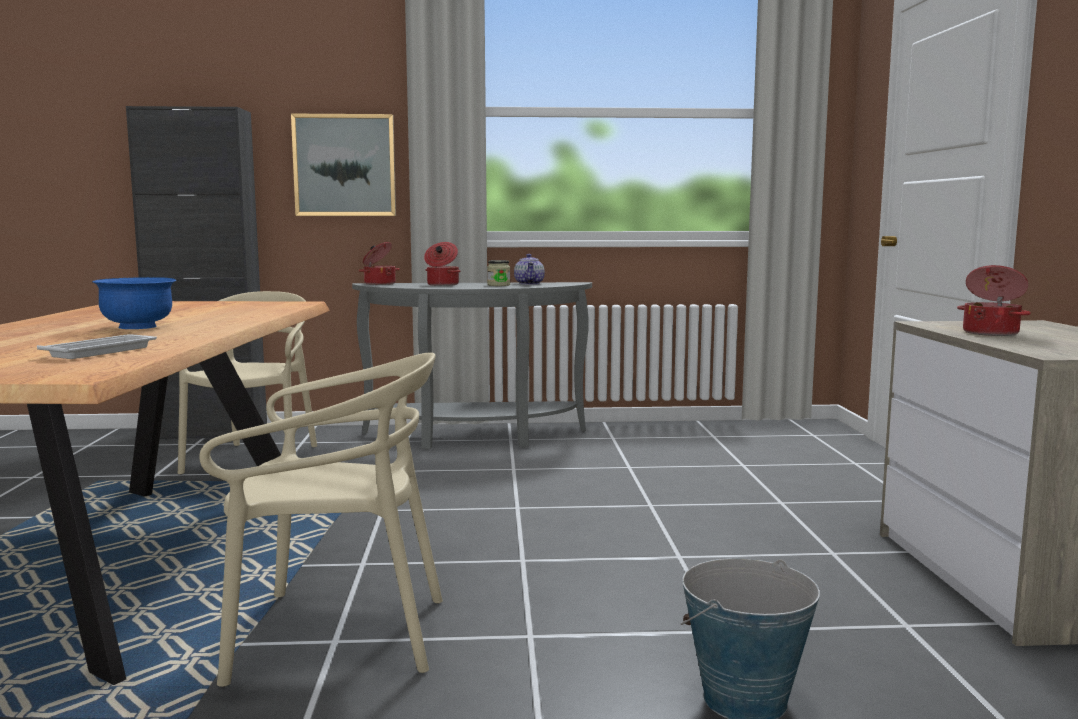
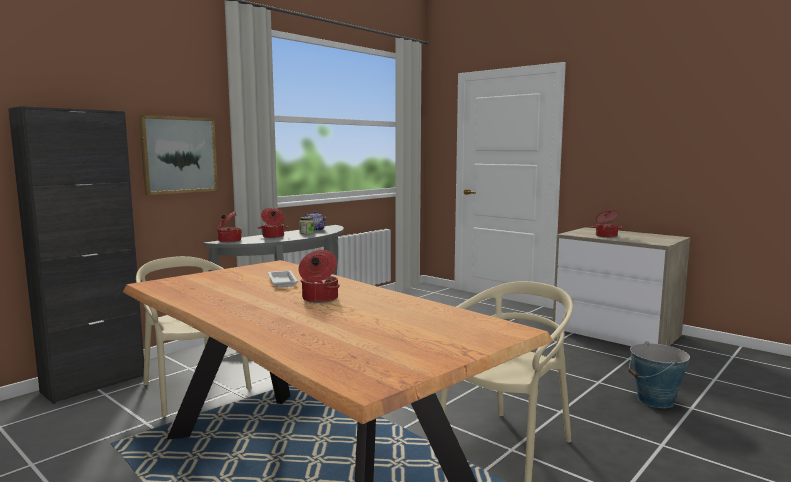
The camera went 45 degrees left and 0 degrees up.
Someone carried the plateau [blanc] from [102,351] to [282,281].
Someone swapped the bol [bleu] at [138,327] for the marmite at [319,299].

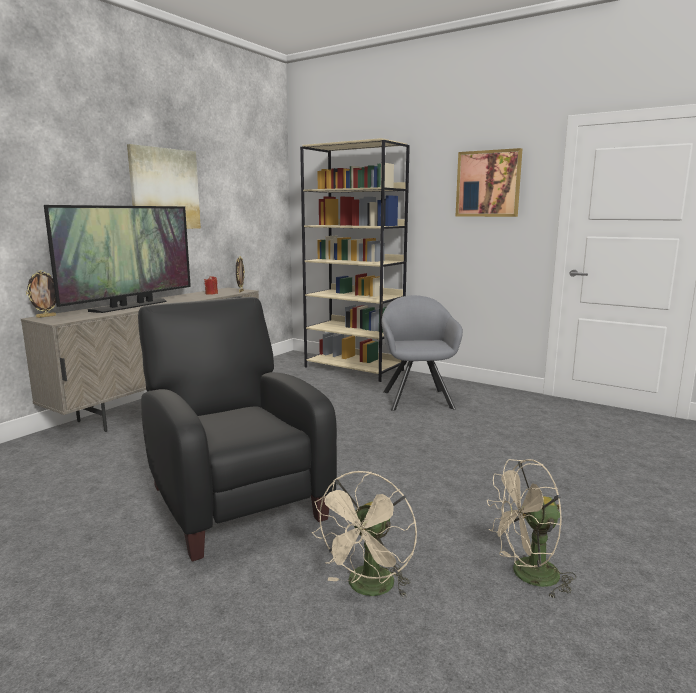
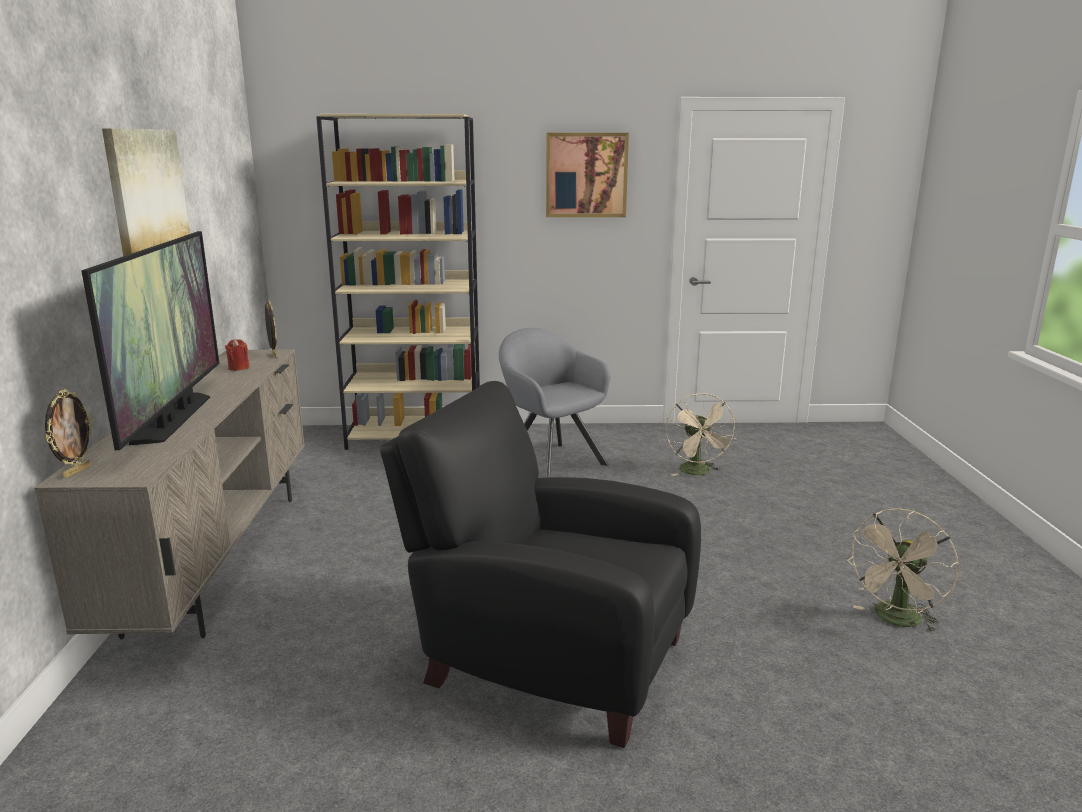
The camera went 35 degrees left and 5 degrees up.
Someone carried the ventilateur [beige] from [368,589] to [698,472].

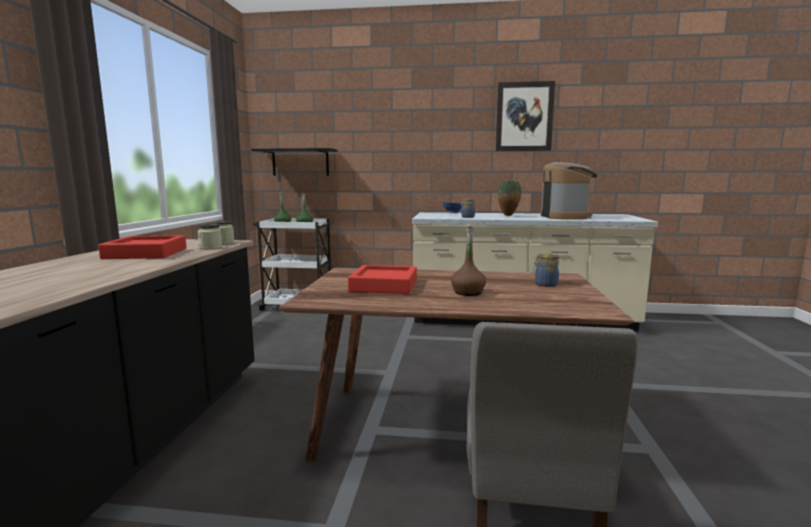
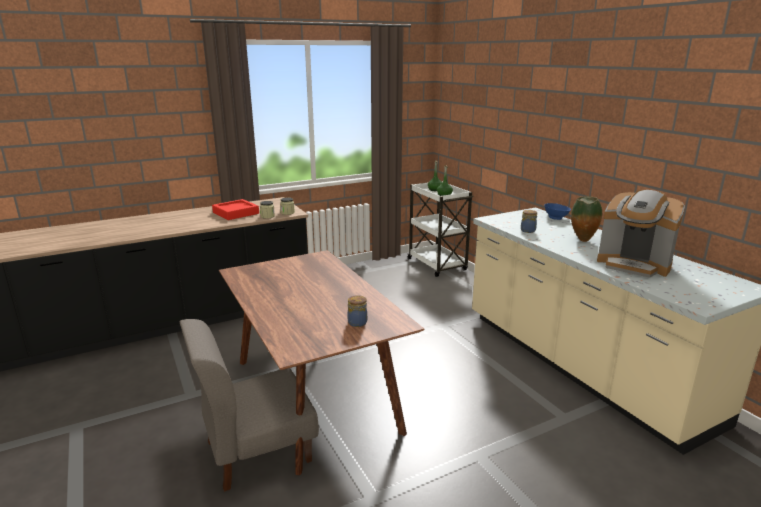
The camera went 55 degrees right and 10 degrees up.
Someone took away the étagère [noir] at [300,162].
Someone took away the plateau [rouge] at [384,285].
Someone took away the bouteille [marron] at [468,292].
Someone took away the tableau at [524,117].
Someone rotated the machine à café at [565,217] by 75 degrees clockwise.

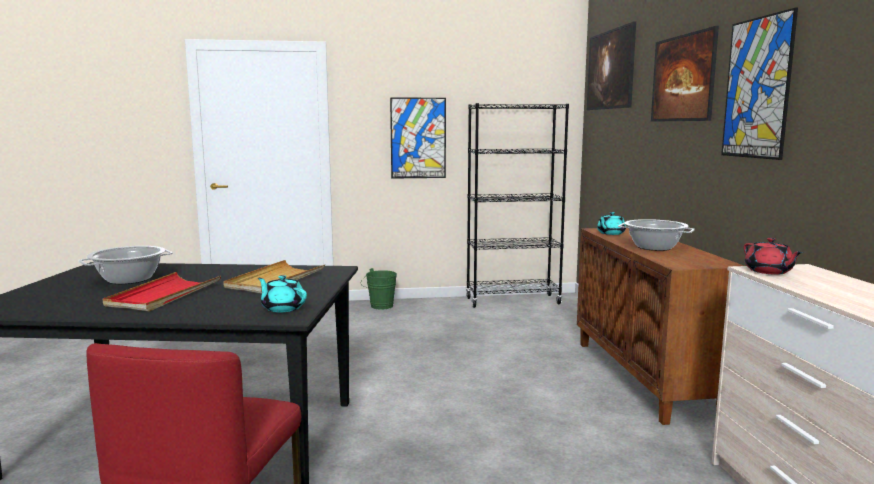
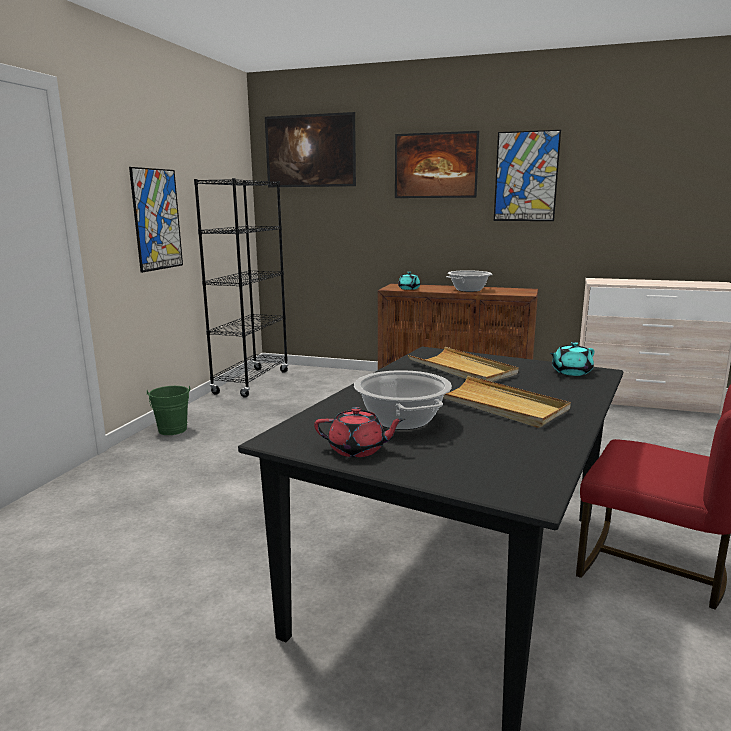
The camera went 65 degrees left and 5 degrees up.
Someone repainted the plateau [rouge] at [164,295], which became the plateau [beige] at [499,405].
Someone carried the théière [rouge] from [768,271] to [358,450].

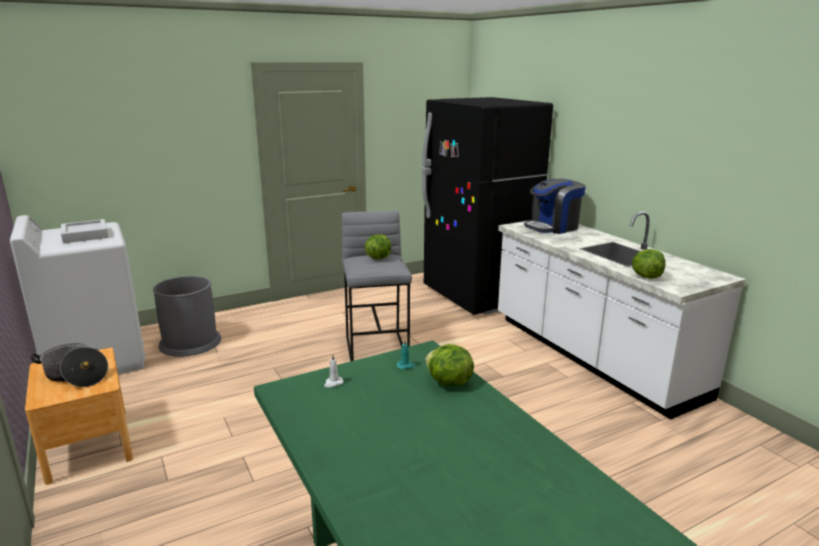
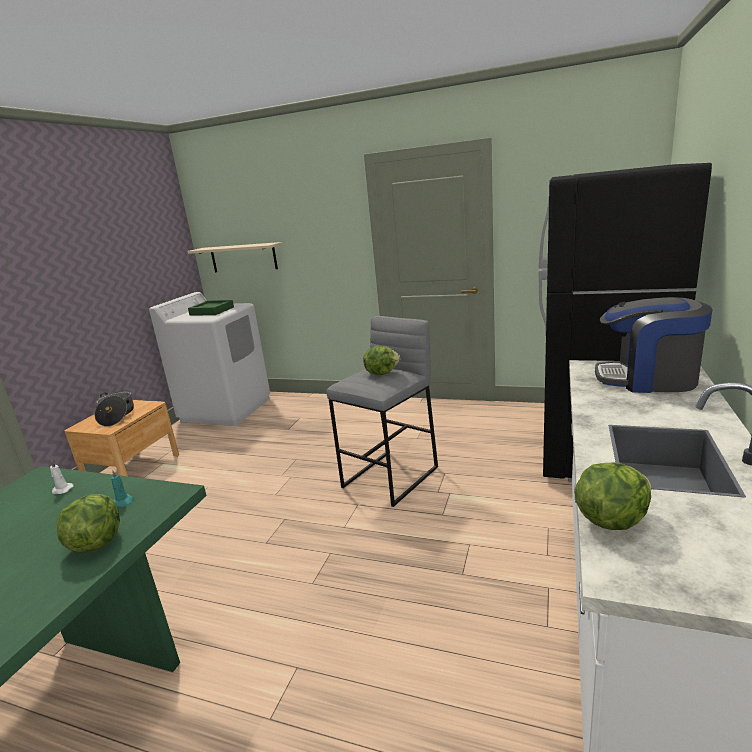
The camera went 50 degrees right and 0 degrees up.
Someone repainted the plateau [gris] at [85,235], which became the plateau [vert] at [212,311].
Someone took away the poubelle [gris] at [190,342].
Someone put up the étagère [beige] at [243,257].

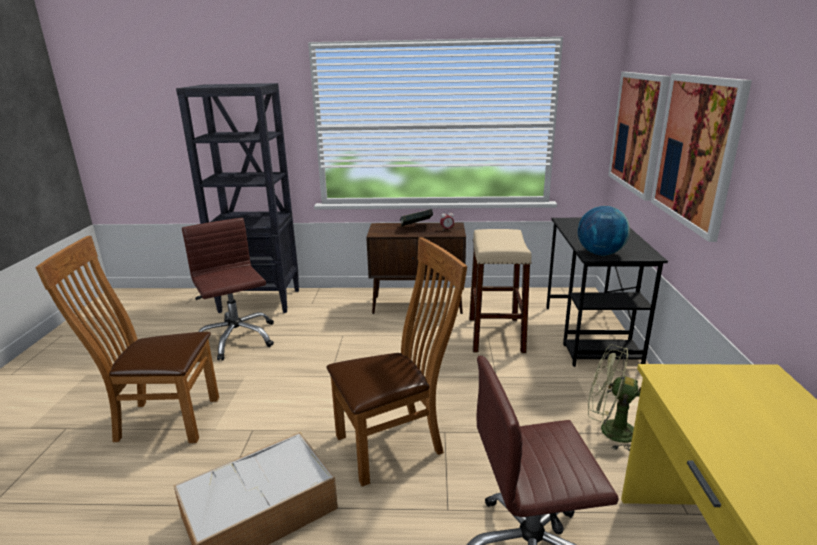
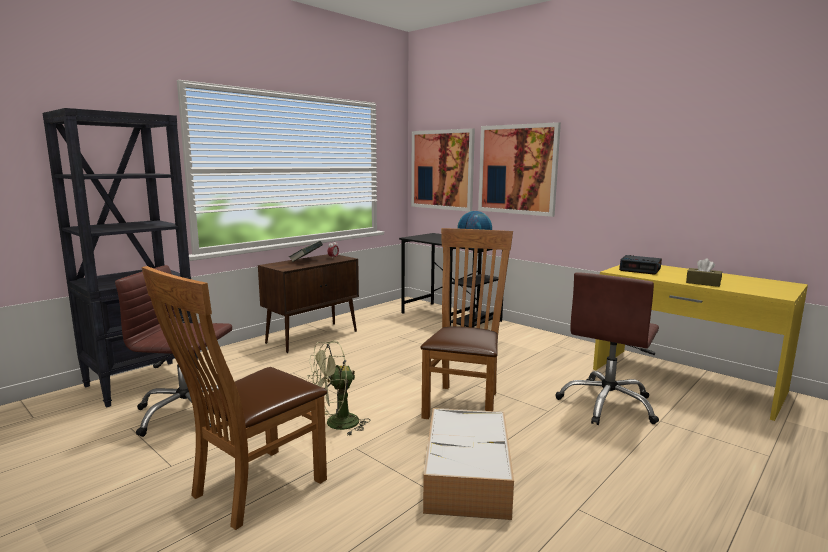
The camera went 50 degrees left and 10 degrees down.
Someone took away the tabouret [beige] at [496,335].
Someone carried the ventilateur [vert] from [609,431] to [336,425].
Someone put down the réveil at [640,269].
Someone put down the boîte à mouchoirs [marron] at [703,283].

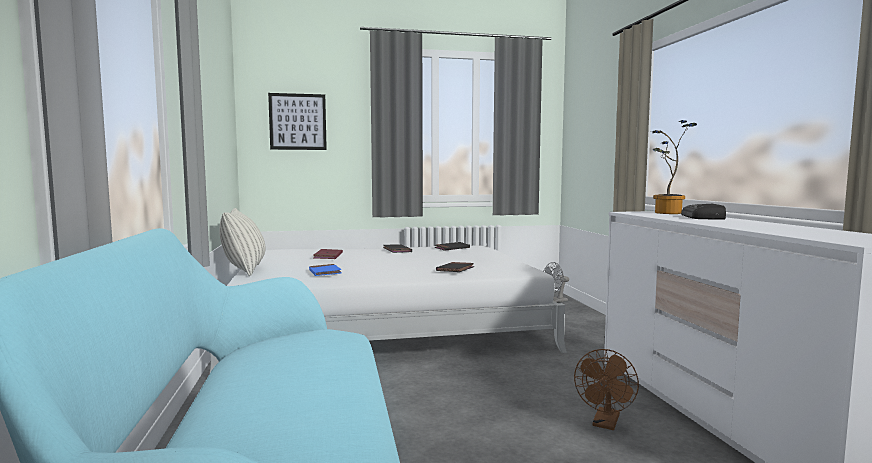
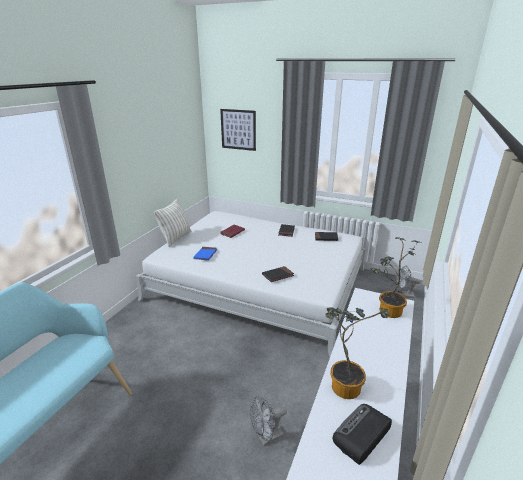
The camera went 35 degrees right and 20 degrees up.
Someone repainted the ventilateur [marron] at [605,424], which became the ventilateur [gris] at [267,437].
Someone carried the radio from [703,217] to [361,435].
Someone put down the plante en pot at [343,384].

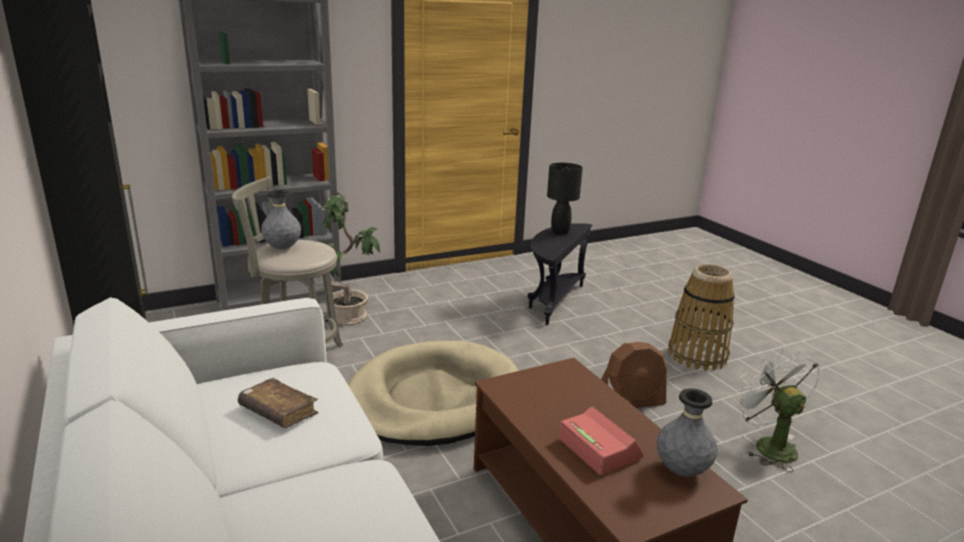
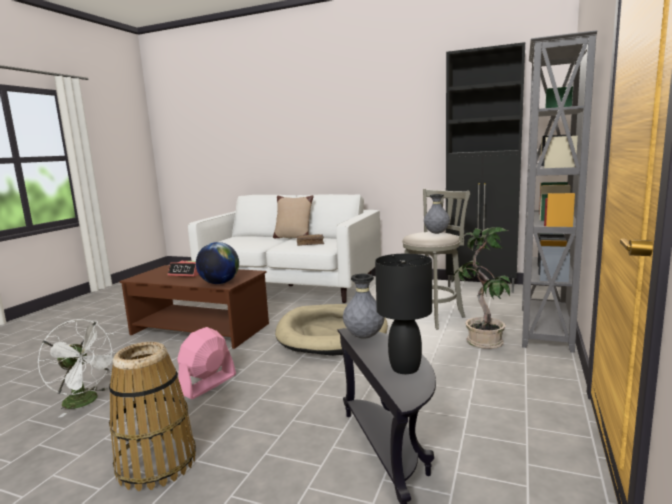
The camera went 140 degrees right and 10 degrees down.
Someone repainted the ventilateur [marron] at [630,402], which became the ventilateur [rose] at [207,384].
Someone carried the vase [gris] from [681,470] to [364,337].
Someone put down the globe at [219,283].
Someone put down the coussin [beige] at [293,238].

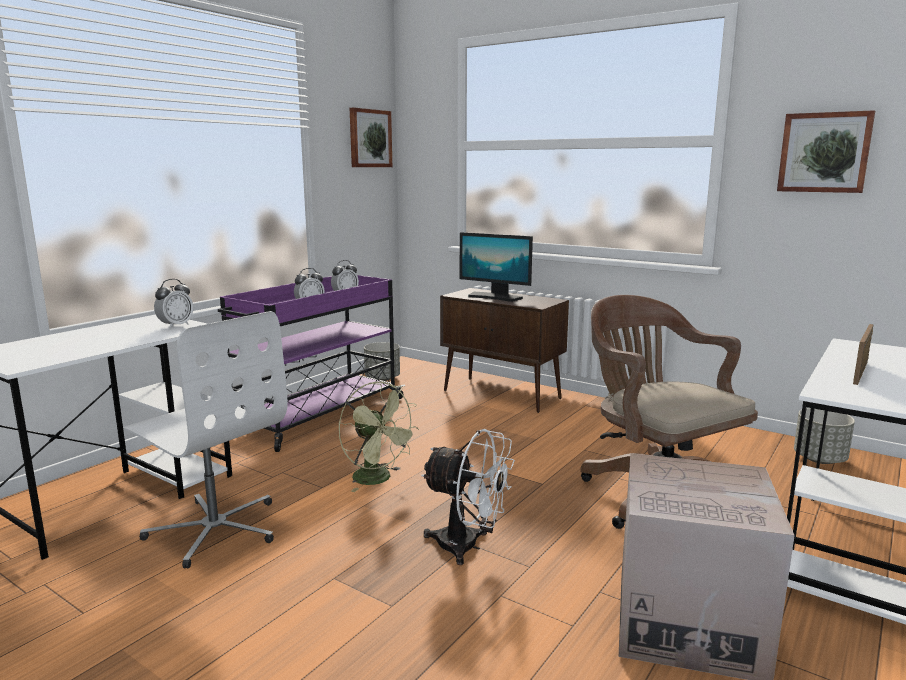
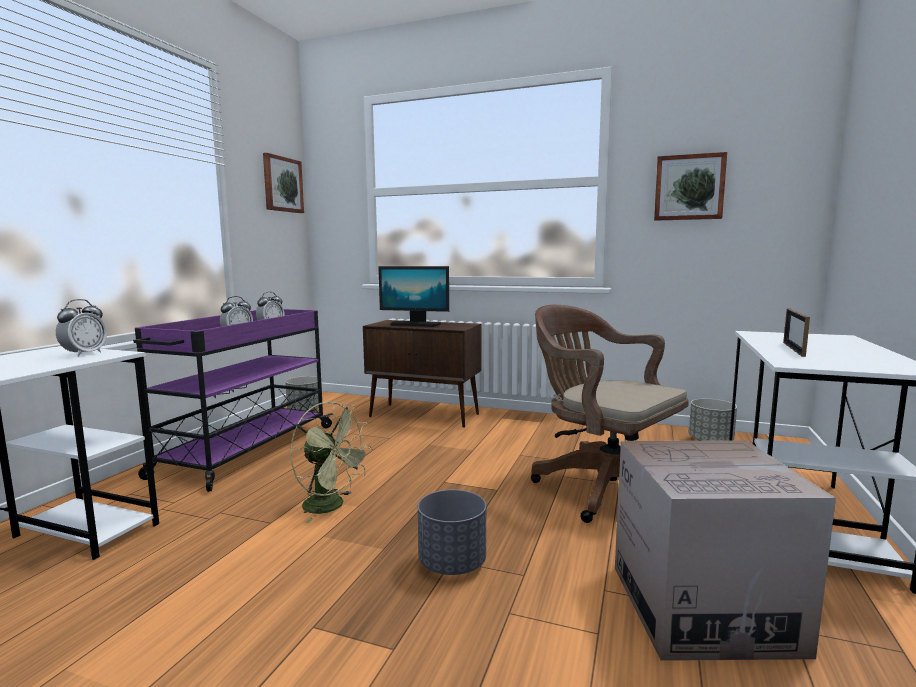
The camera went 15 degrees left and 5 degrees down.
Someone took away the chaise de bureau [blanc] at [215,529].
Someone swapped the ventilateur [blanc] at [468,547] for the cache-pot [gris] at [452,564].

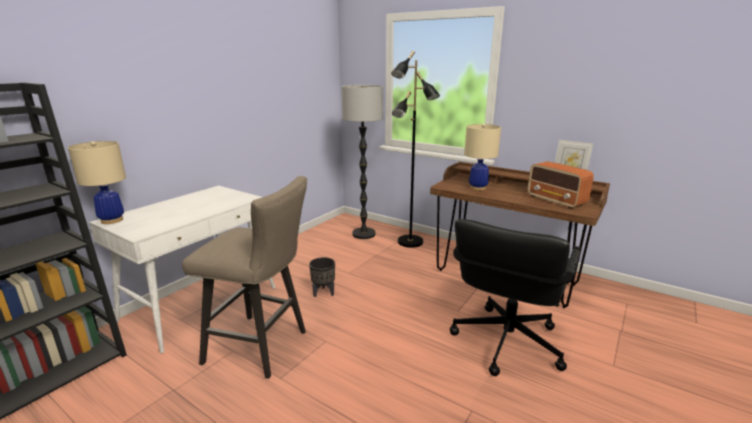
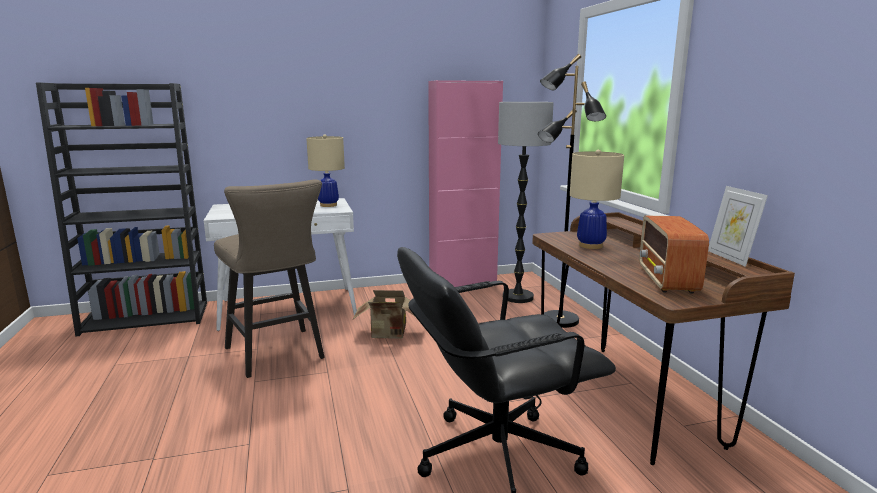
The camera went 40 degrees right and 5 degrees down.
Someone carried the lampe de table [beige] from [112,220] to [328,205].
Someone swapped the cache-pot [noir] at [323,292] for the carton at [389,334].
Someone put down the meuble de rangement [rose] at [462,283].

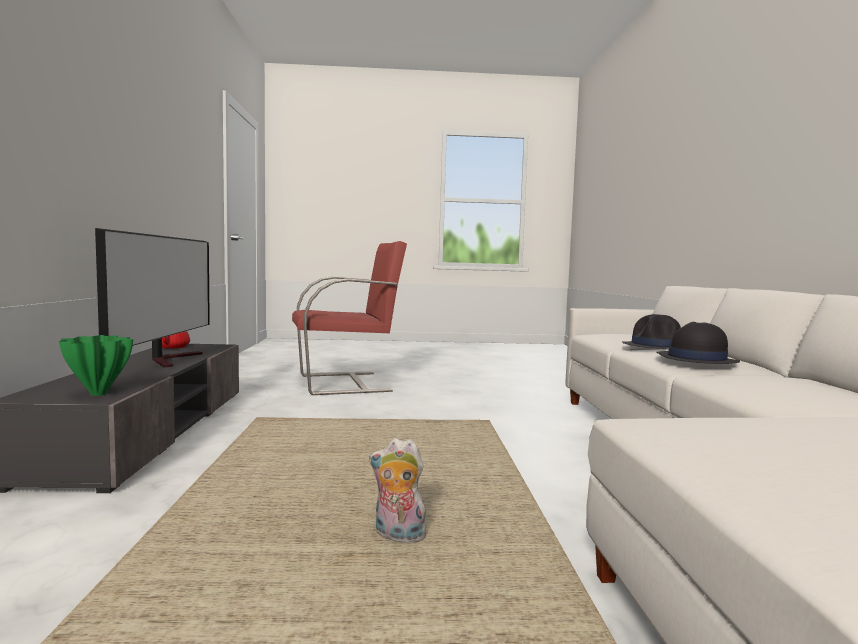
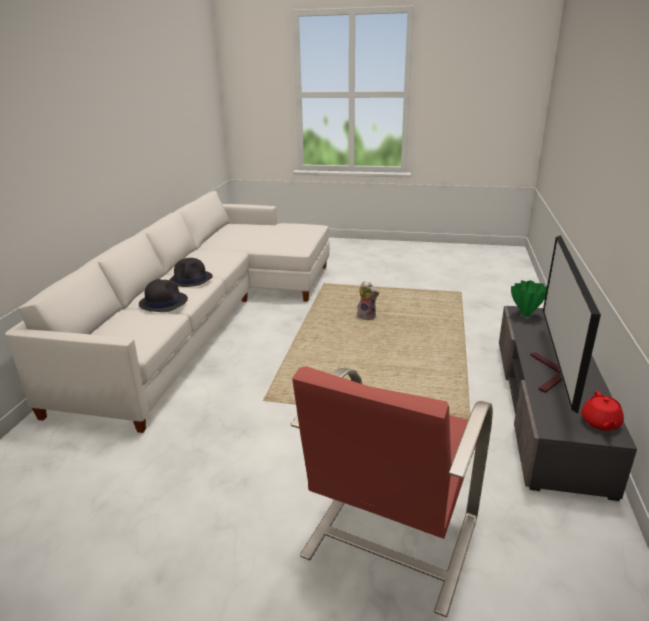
The camera went 165 degrees left and 20 degrees up.
Someone rotated the fauteuil [rouge] at [345,383] by 60 degrees counterclockwise.

